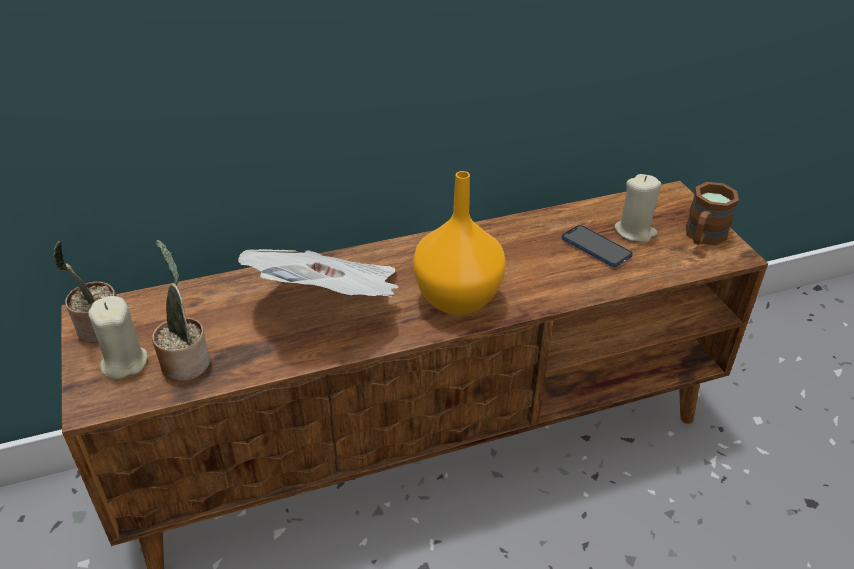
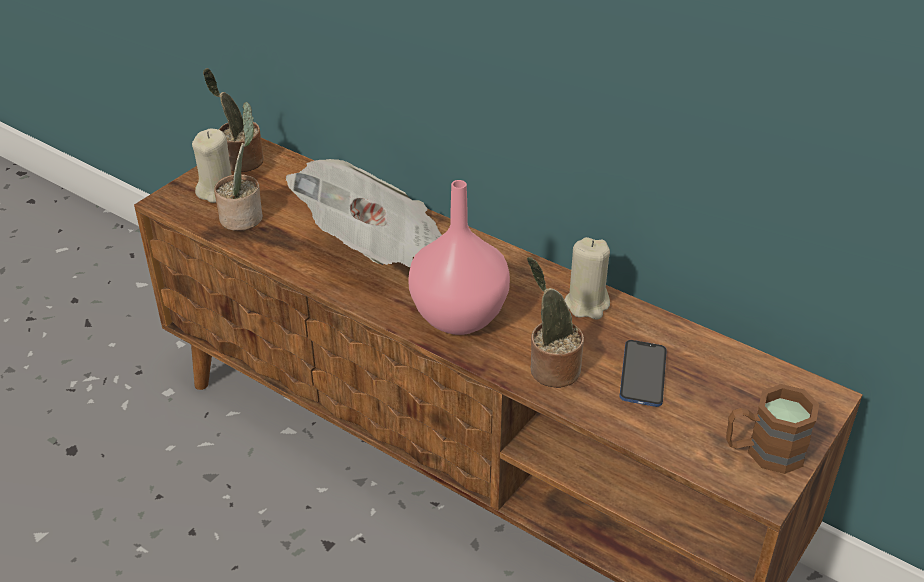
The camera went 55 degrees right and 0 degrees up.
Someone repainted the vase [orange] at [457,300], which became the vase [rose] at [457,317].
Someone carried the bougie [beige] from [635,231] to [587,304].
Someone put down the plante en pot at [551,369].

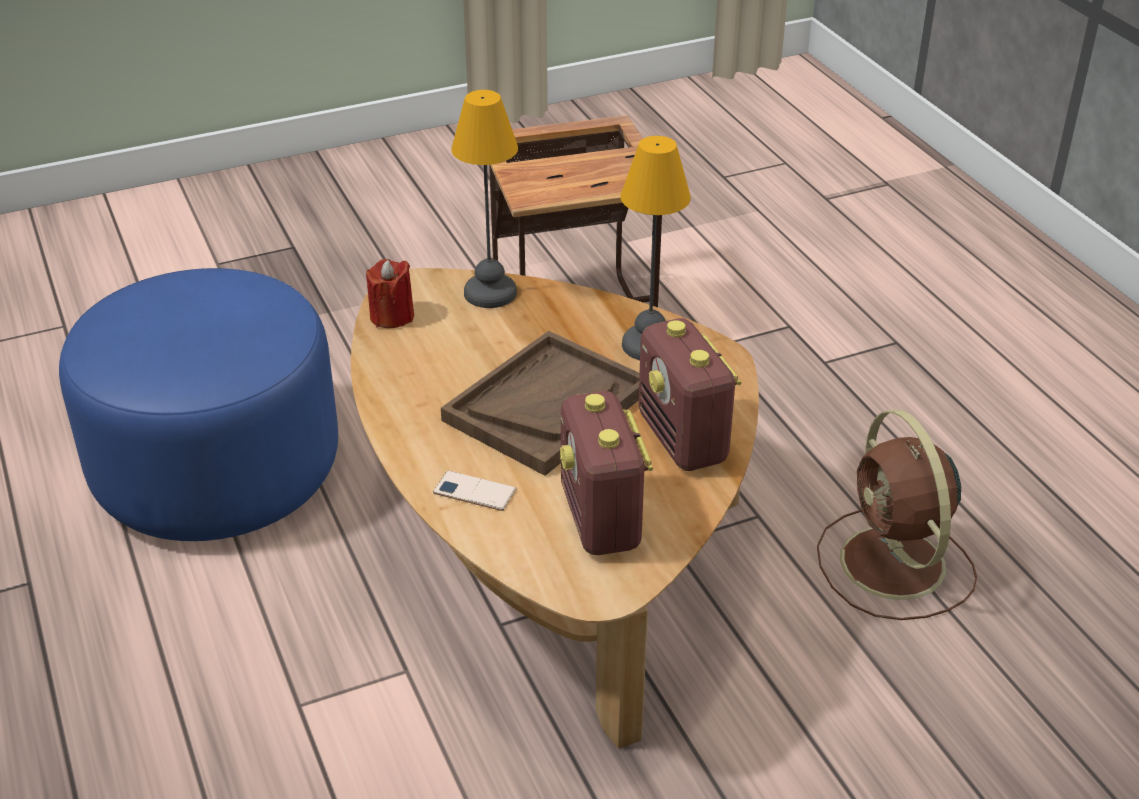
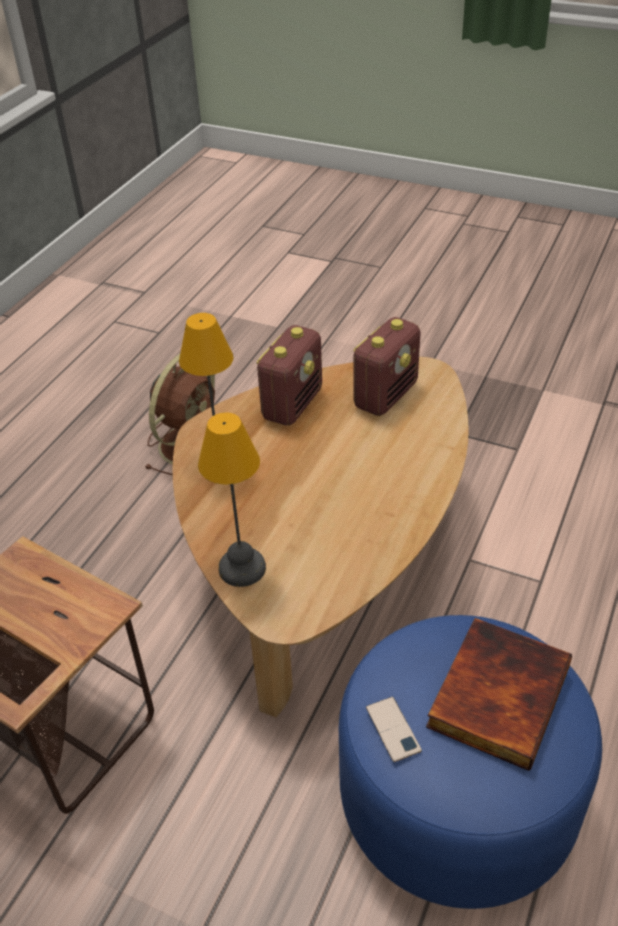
The camera went 130 degrees left and 5 degrees up.
Someone took away the bougie [rouge] at [392,316].
Someone carried the téléphone from [474,491] to [393,729].
Someone took away the plateau [marron] at [547,405].
Someone put down the livre at [496,694].

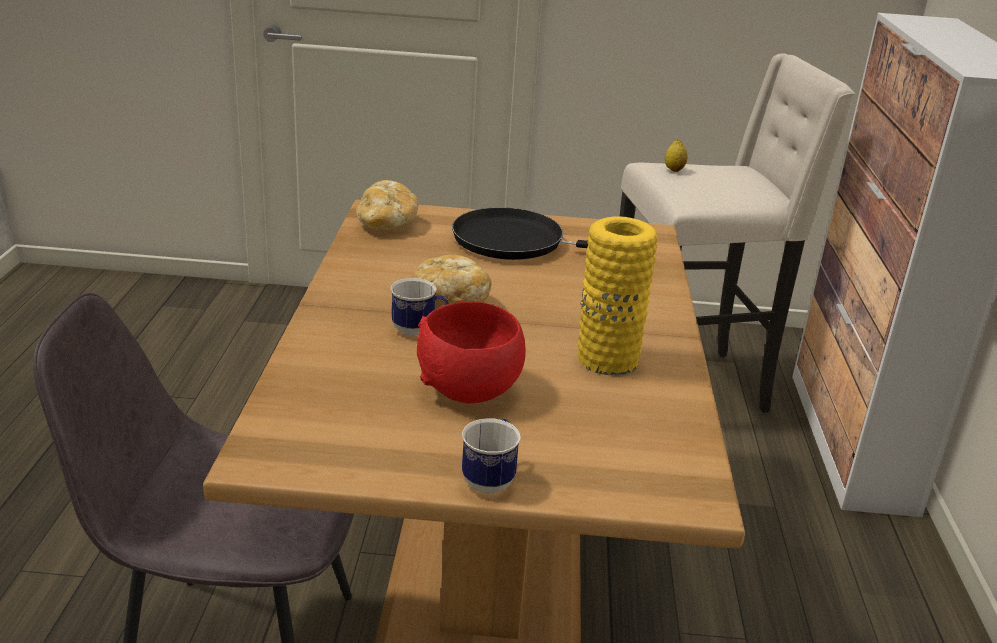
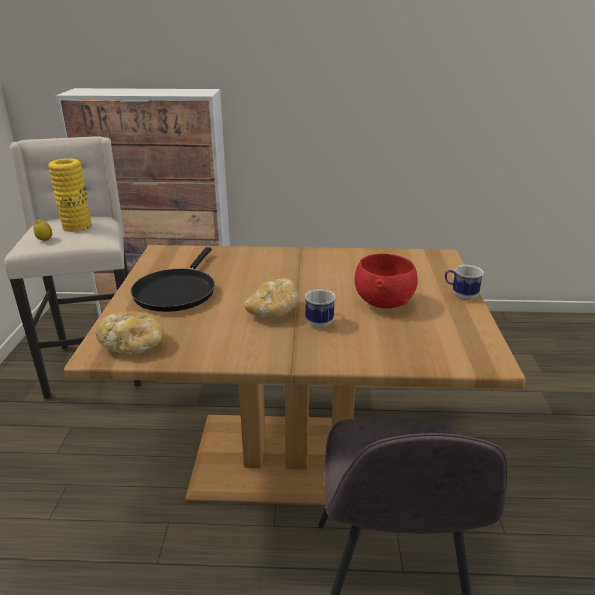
The camera went 90 degrees left and 0 degrees up.
Someone carried the vase [jaune] from [607,359] to [77,226].

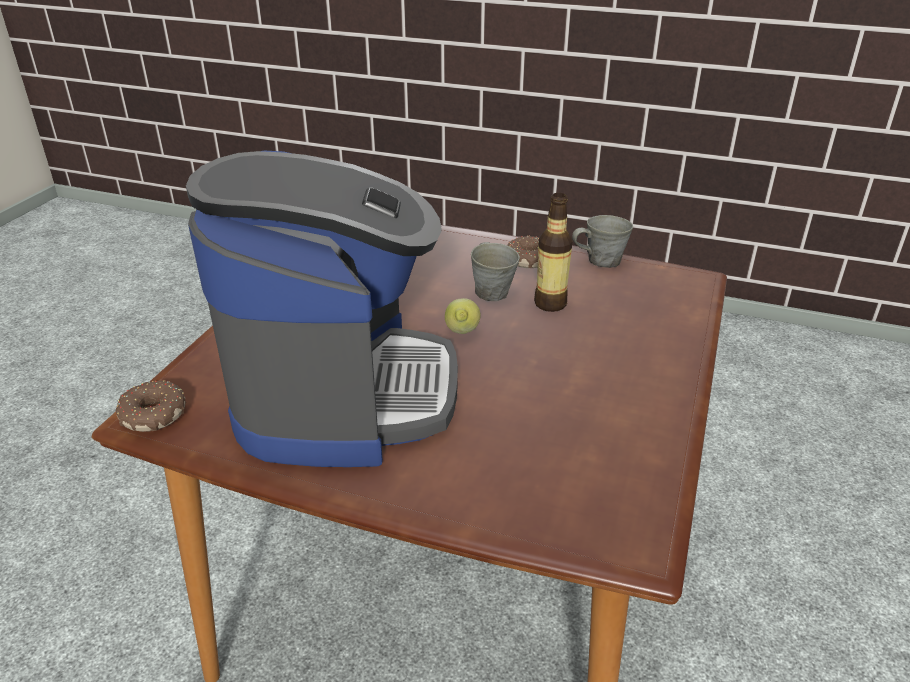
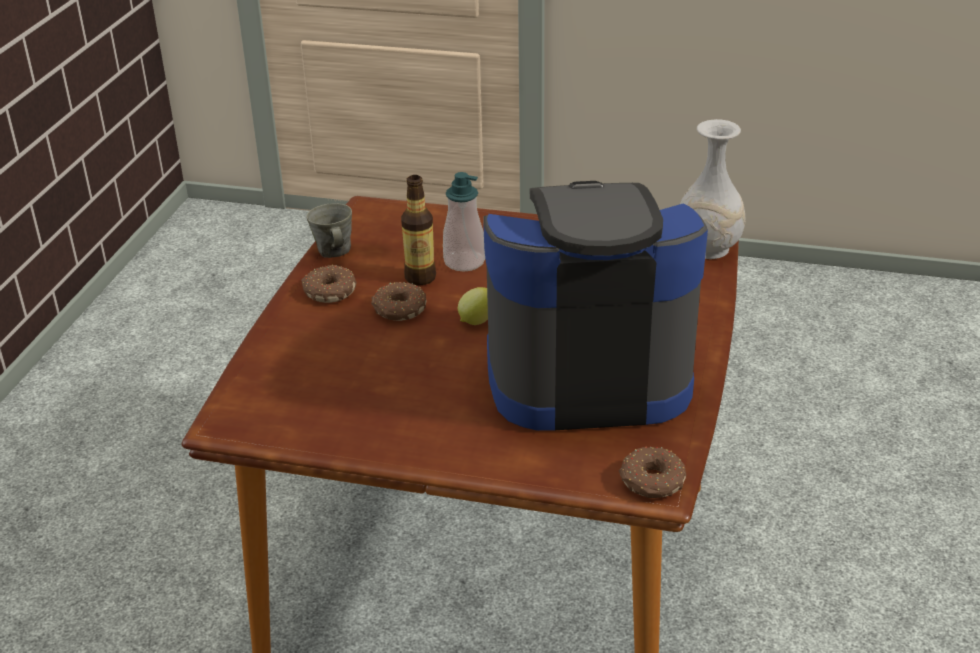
The camera went 95 degrees left and 0 degrees up.
Someone swapped the mug [gris] at [492,291] for the beignet at [399,310].
Someone put down the distributeur de savon at [464,262].
Someone put down the vase [blanc] at [707,249].

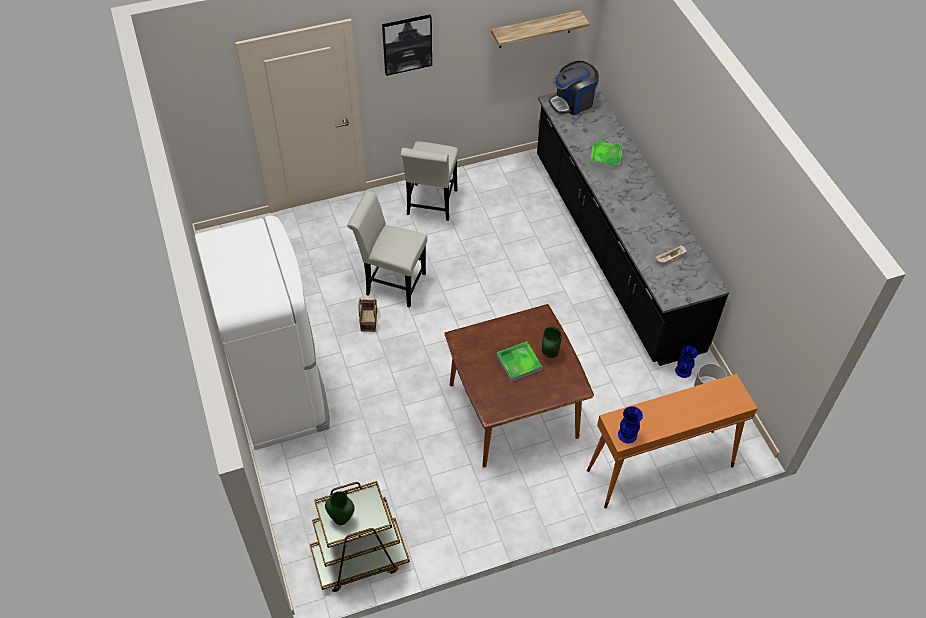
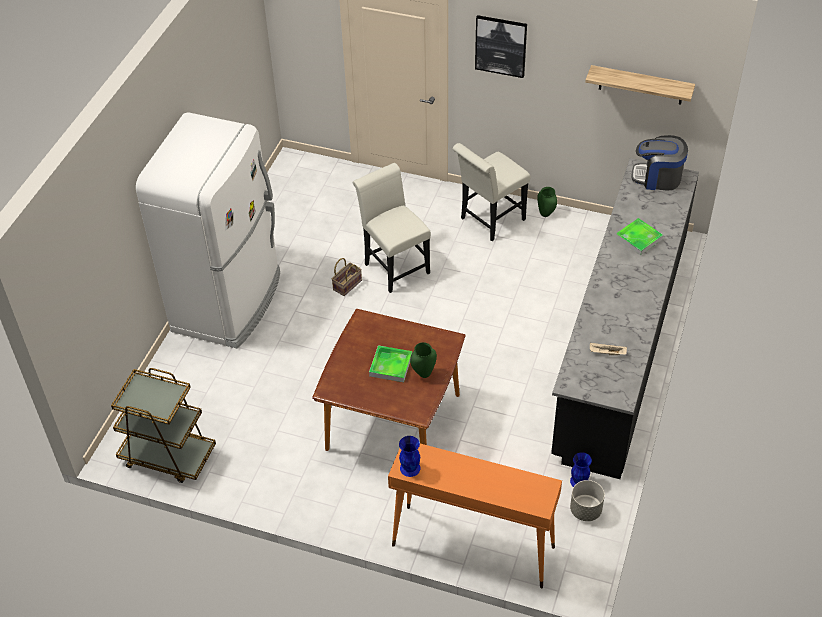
The camera went 40 degrees right and 5 degrees down.
Someone carried the vase [vert] from [342,518] to [546,214].

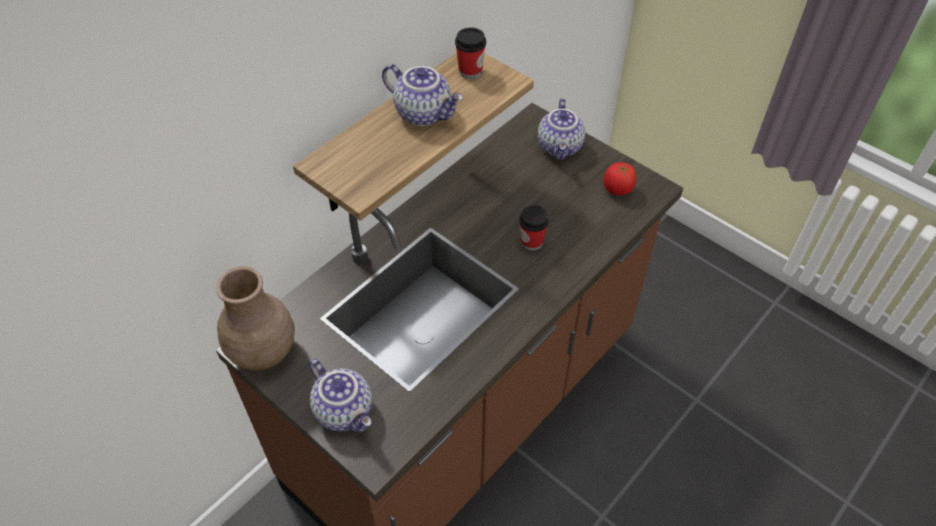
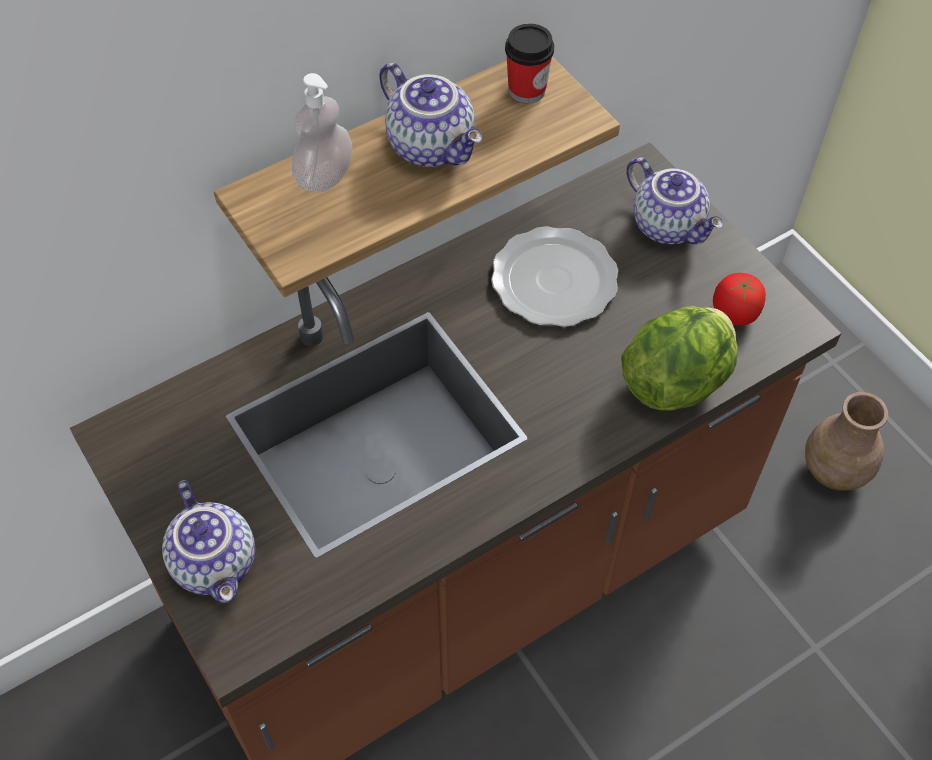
The camera went 15 degrees right and 5 degrees up.
Someone carried the vase [marron] from [264,353] to [834,472].
Someone took away the tasse at [532,242].
Someone rotated the théière at [561,147] by 60 degrees counterclockwise.
Someone put down the distributeur de savon at [324,176].
Someone put down the assiette at [553,279].
Someone put down the laitue at [676,381].

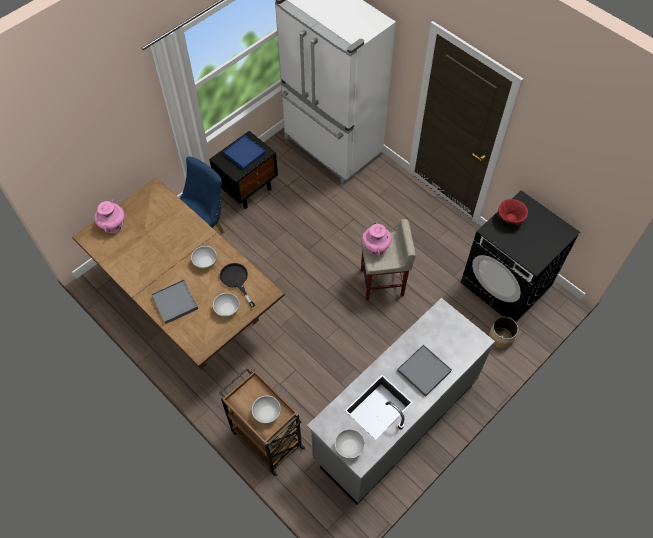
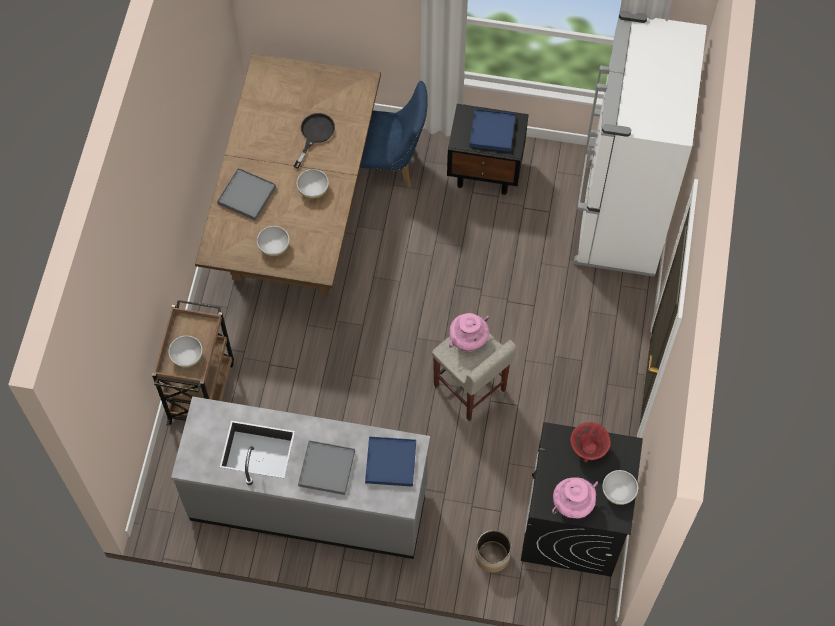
The camera went 55 degrees right and 5 degrees up.
Someone carried the vase [rose] from [113,224] to [573,504].
Someone carried the poêle [noir] from [236,280] to [314,135].
Someone carried the bol [blanc] from [349,447] to [618,492].
Someone put down the plateau [bleu] at [390,462].

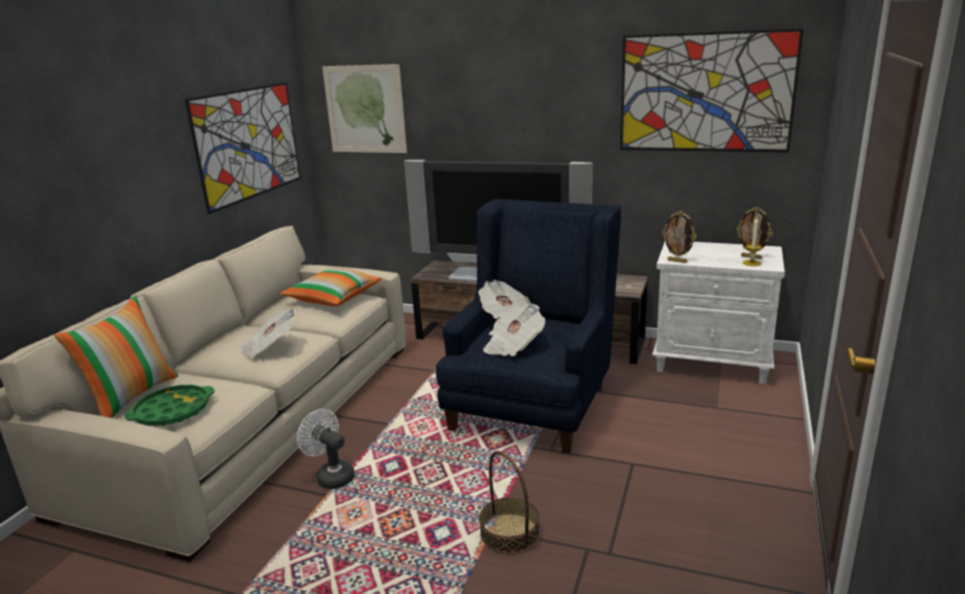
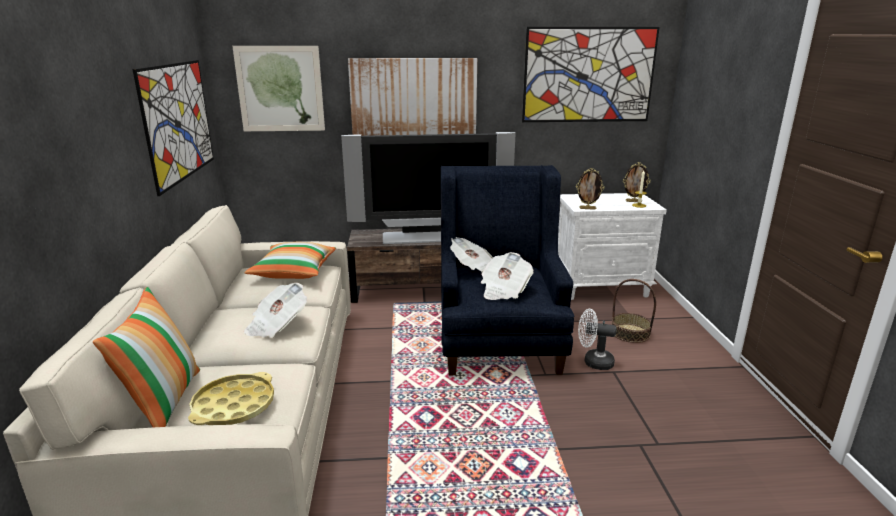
The camera went 25 degrees left and 0 degrees up.
Someone repainted the plateau [vert] at [172,411], which became the plateau [jaune] at [233,406].
Someone carried the ventilateur [blanc] from [331,476] to [593,362].
Someone carried the panier from [510,533] to [630,333].
Someone put up the tableau at [413,102].

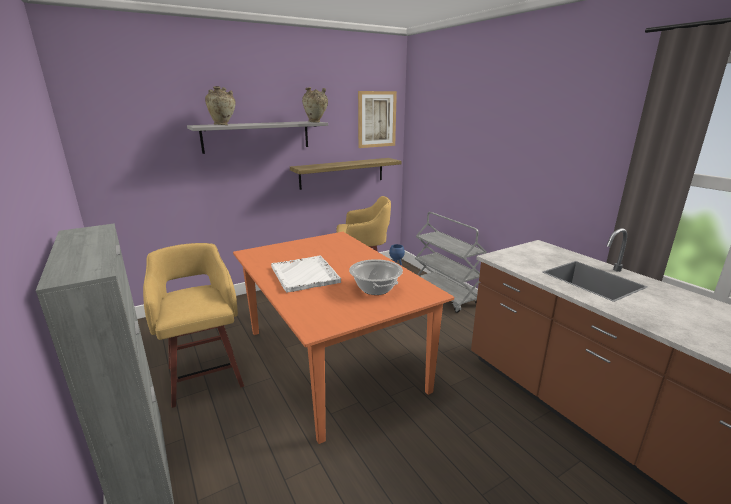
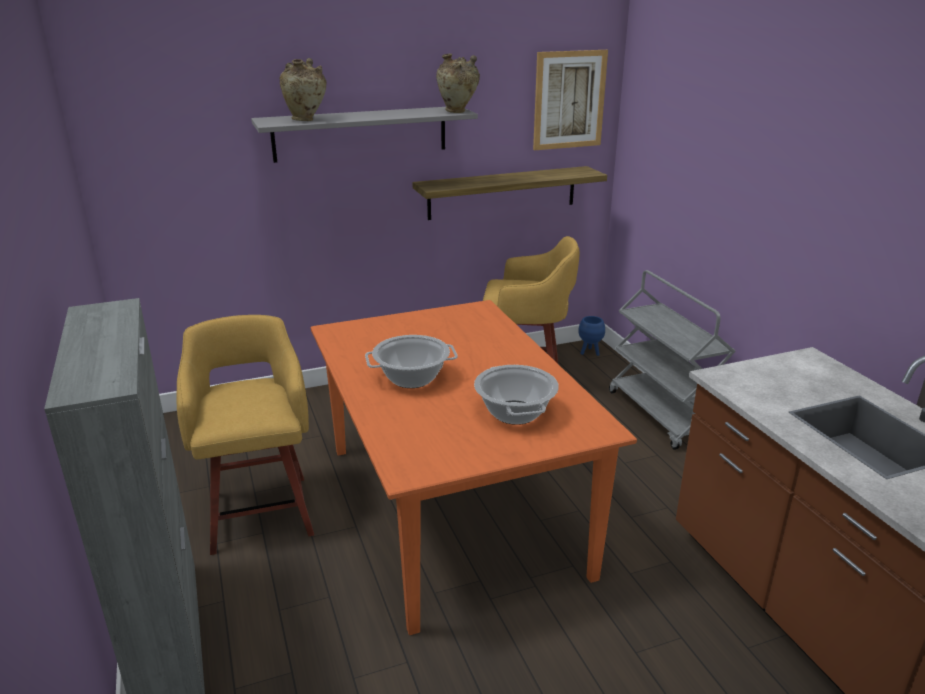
The camera went 10 degrees right and 5 degrees up.
Someone swapped the plateau [blanc] at [305,275] for the marmite at [411,378].

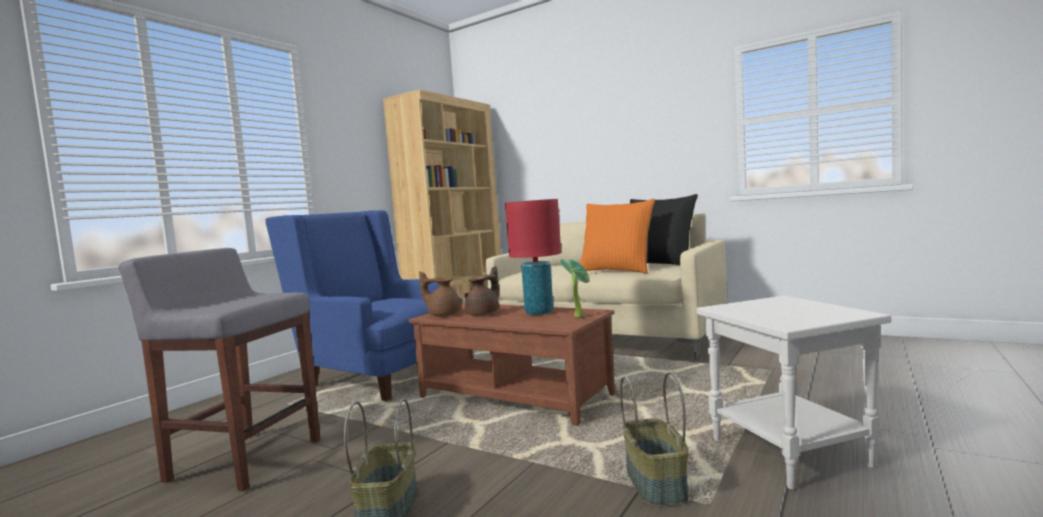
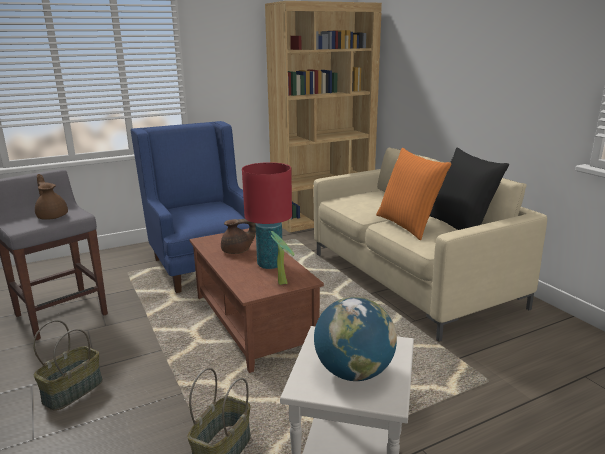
The camera went 30 degrees right and 15 degrees up.
Someone carried the théière [marron] from [443,314] to [52,216].
Someone put down the globe at [353,372].

